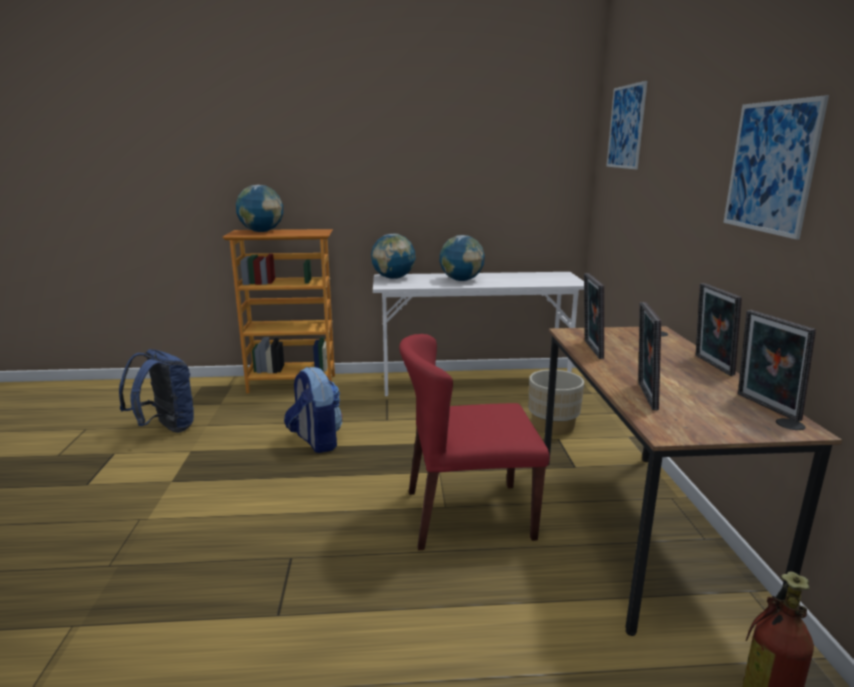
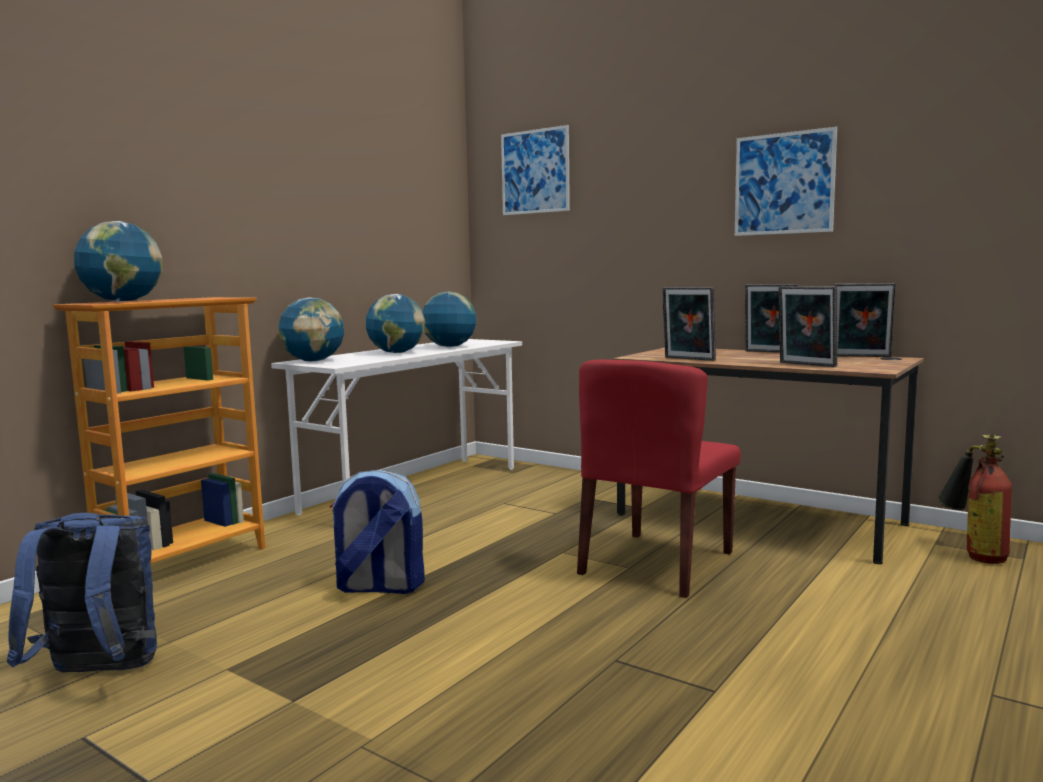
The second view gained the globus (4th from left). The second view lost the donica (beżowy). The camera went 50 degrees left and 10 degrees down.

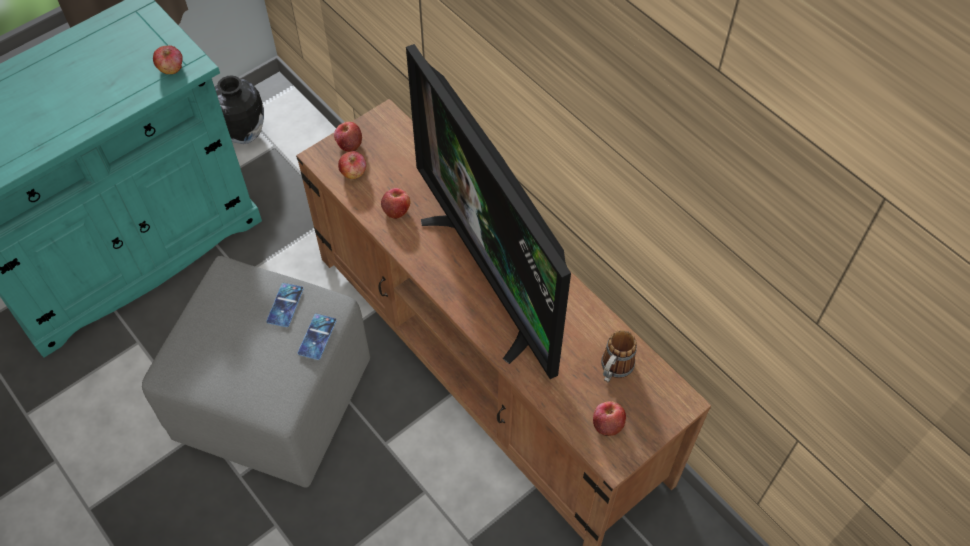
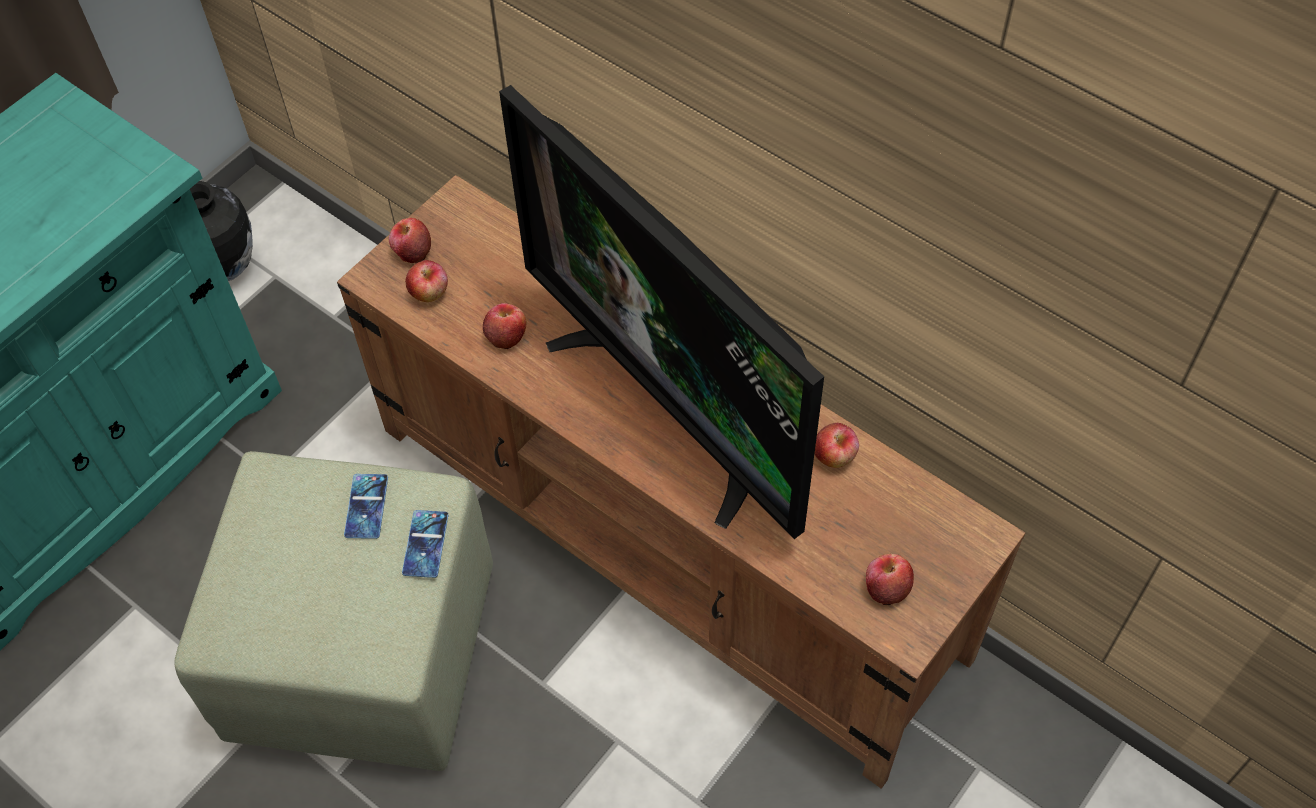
What was the pufa (szary) turned into the pufa (zielony). The jabłko (1st from left in the first image) ended up elsewhere. The second view lost the kubek. The camera went 10 degrees left and 0 degrees up.

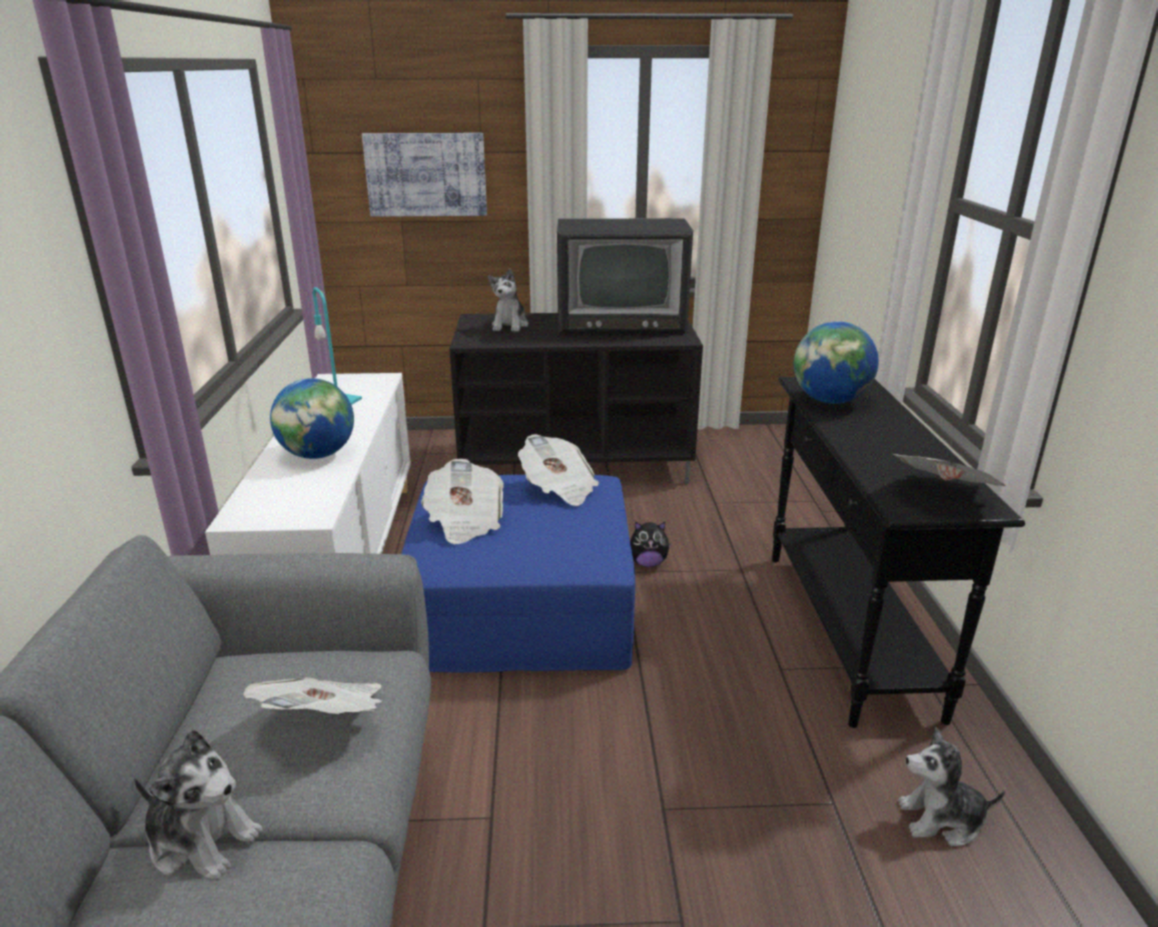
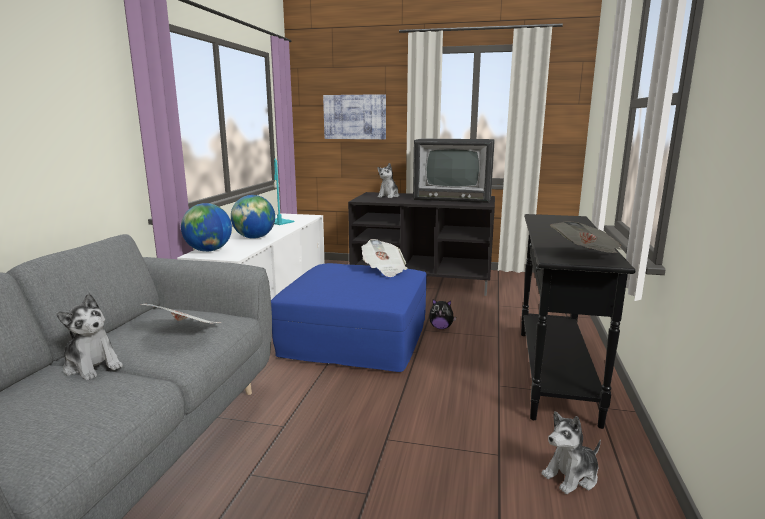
The globus (2nd from left in the first image) ended up elsewhere. The pluszak (4th from left) ended up facing another way, 45 degrees counterclockwise from before. The second view lost the gazeta (2nd from left). The camera went 15 degrees right and 10 degrees down.

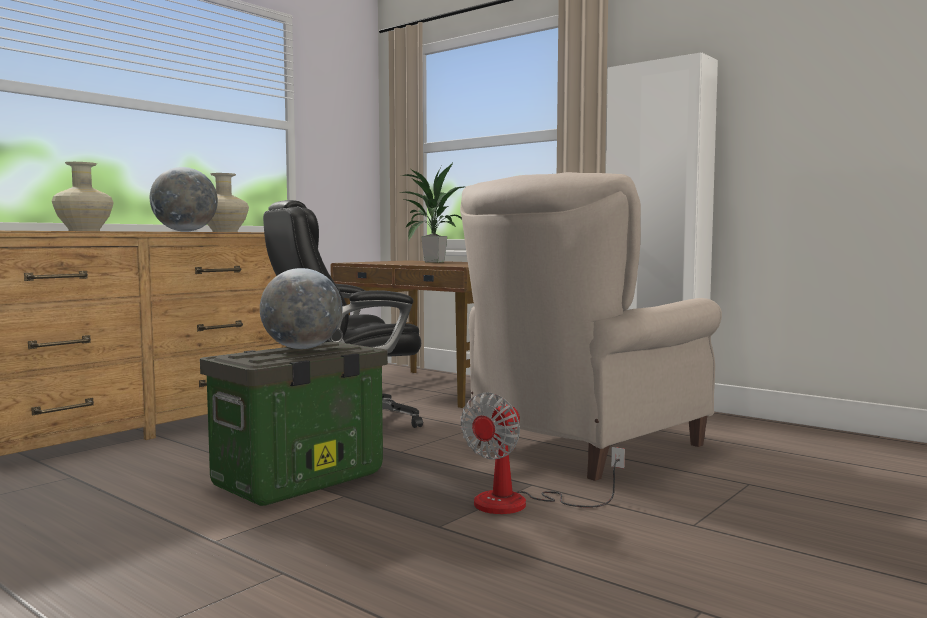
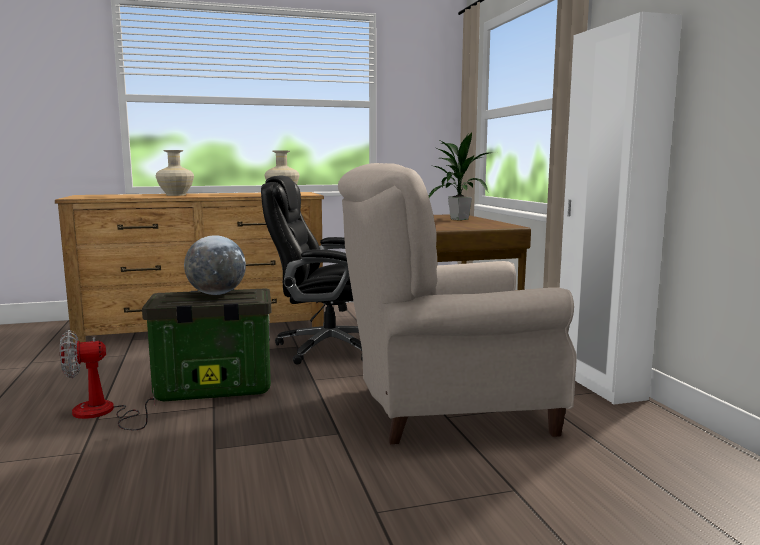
The wentylator ended up elsewhere. The second view lost the globus (1st from left). The camera went 35 degrees right and 5 degrees up.

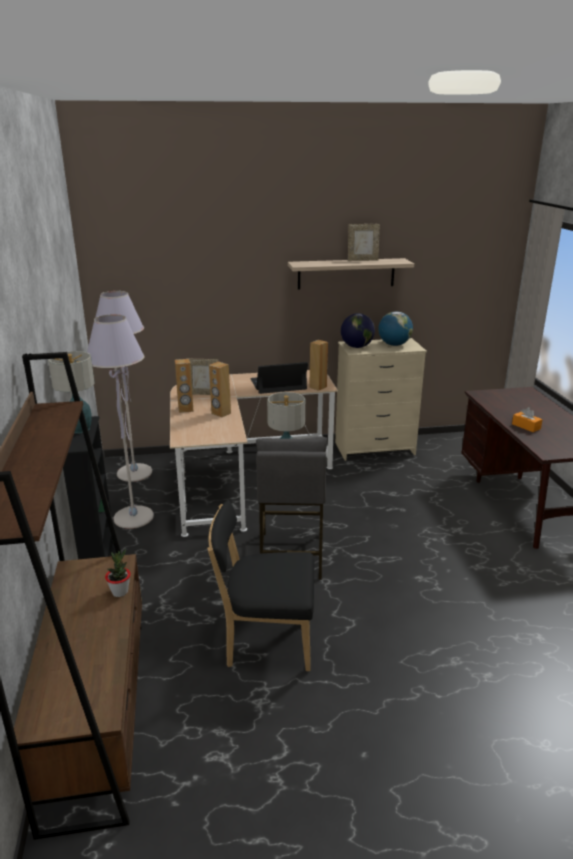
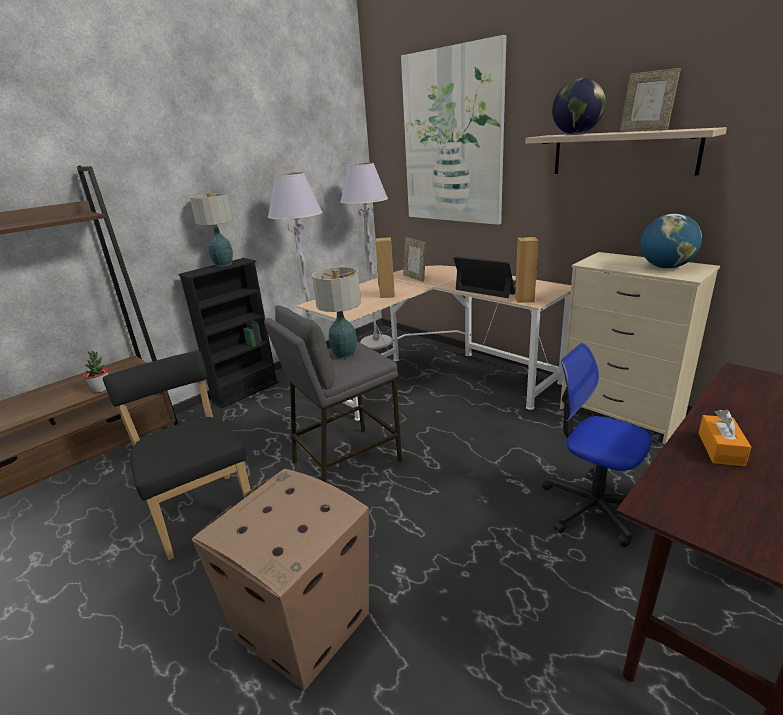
The second view gained the karton. The second view gained the obraz. The second view gained the krzesło biurowe. The globus (1st from left) ended up elsewhere. The second view lost the głośnik (brązowy) (1st from left). The camera went 55 degrees right and 0 degrees up.

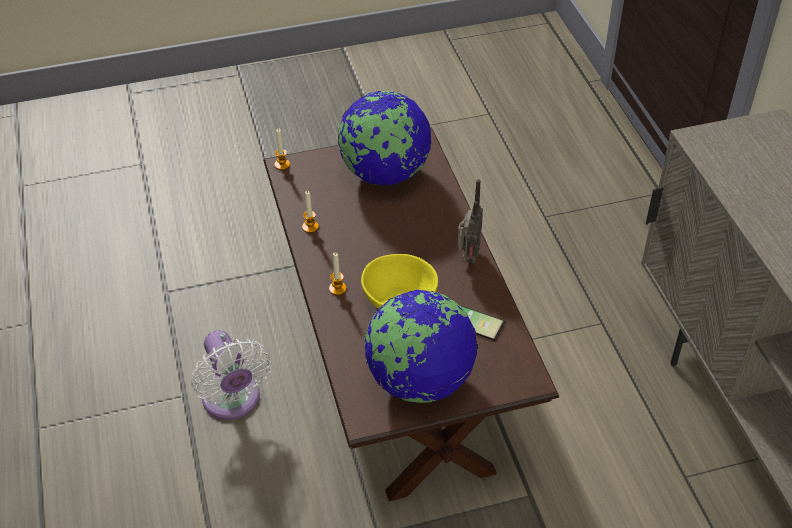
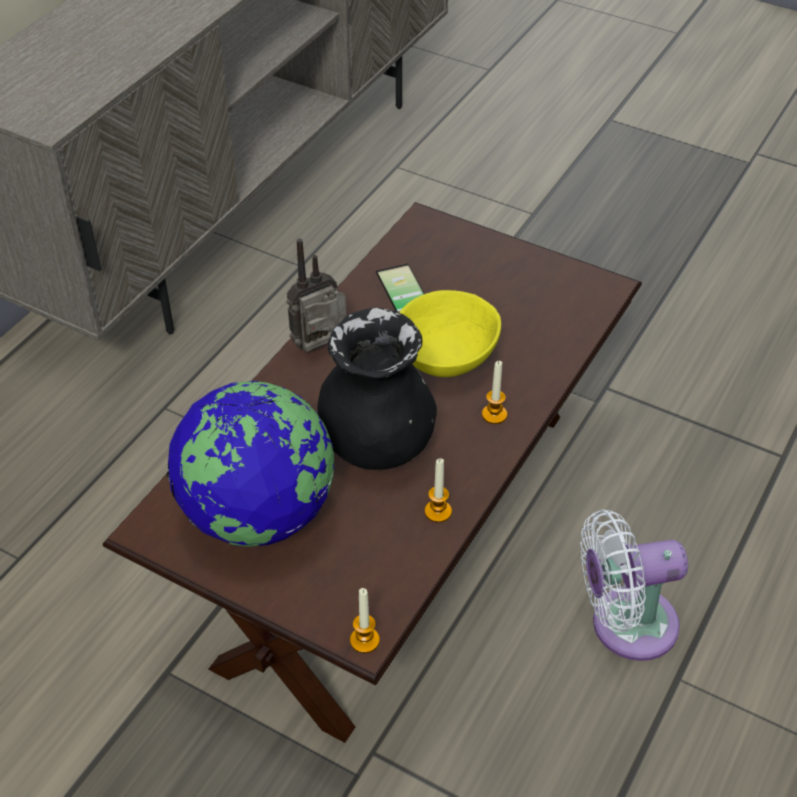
The second view gained the wazon (czarny). The wentylator (biały) ended up facing another way, 120 degrees counterclockwise from before. The second view lost the globus (2nd from left). The camera went 135 degrees left and 0 degrees up.

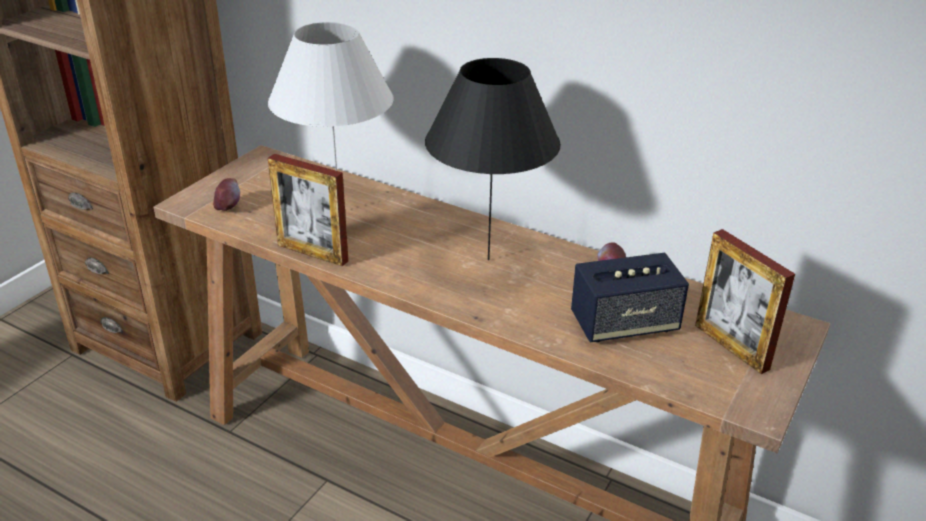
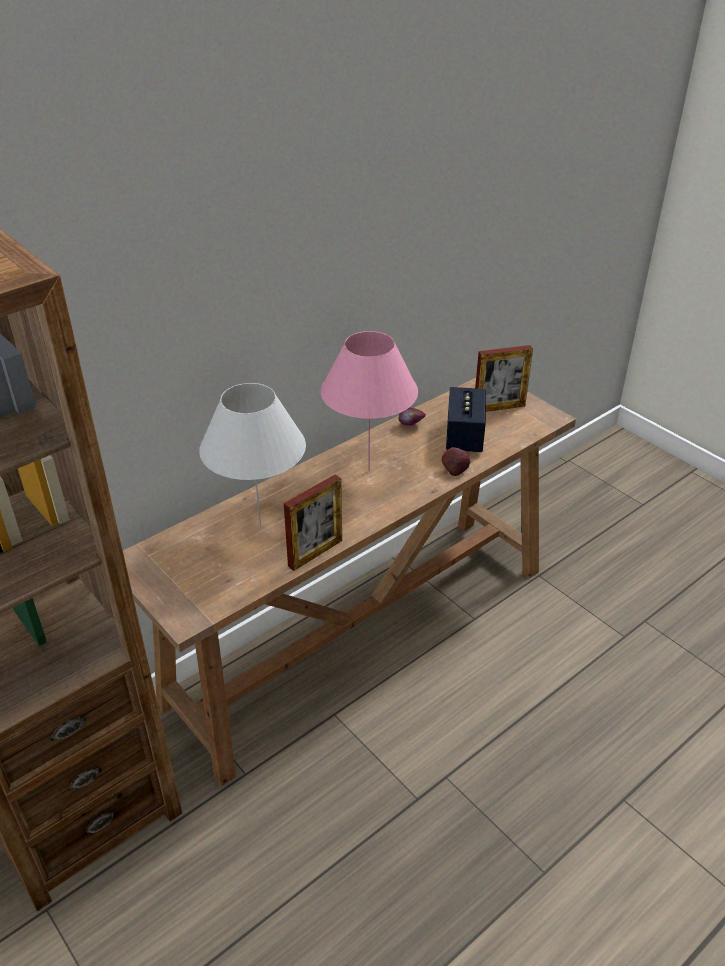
What was the lampa stołowa (czarny) turned into the lampa stołowa (różowy). The jabłko (1st from left in the first image) ended up elsewhere. The camera went 70 degrees left and 5 degrees up.

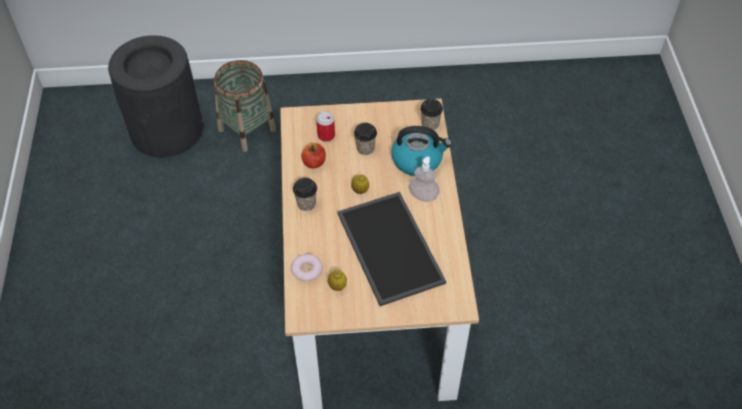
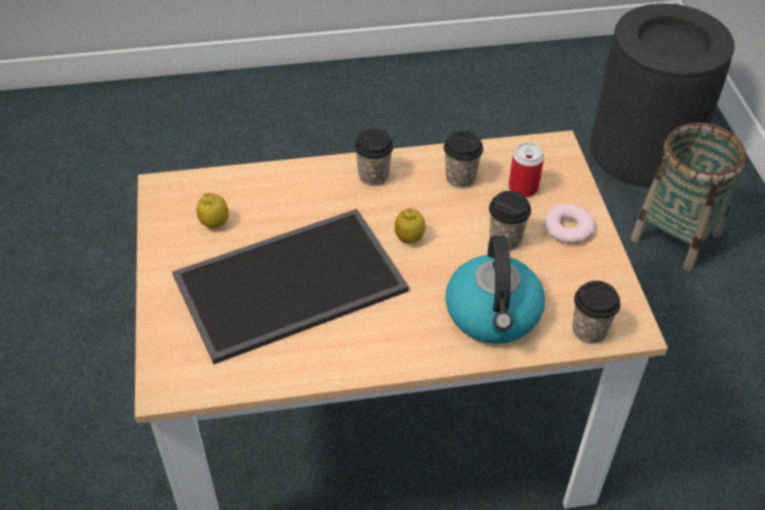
Where the jabłko stood, the filiżanka (2nd from left) came to stand. The donut ended up elsewhere. The second view lost the dozownik mydła. The camera went 85 degrees right and 5 degrees down.

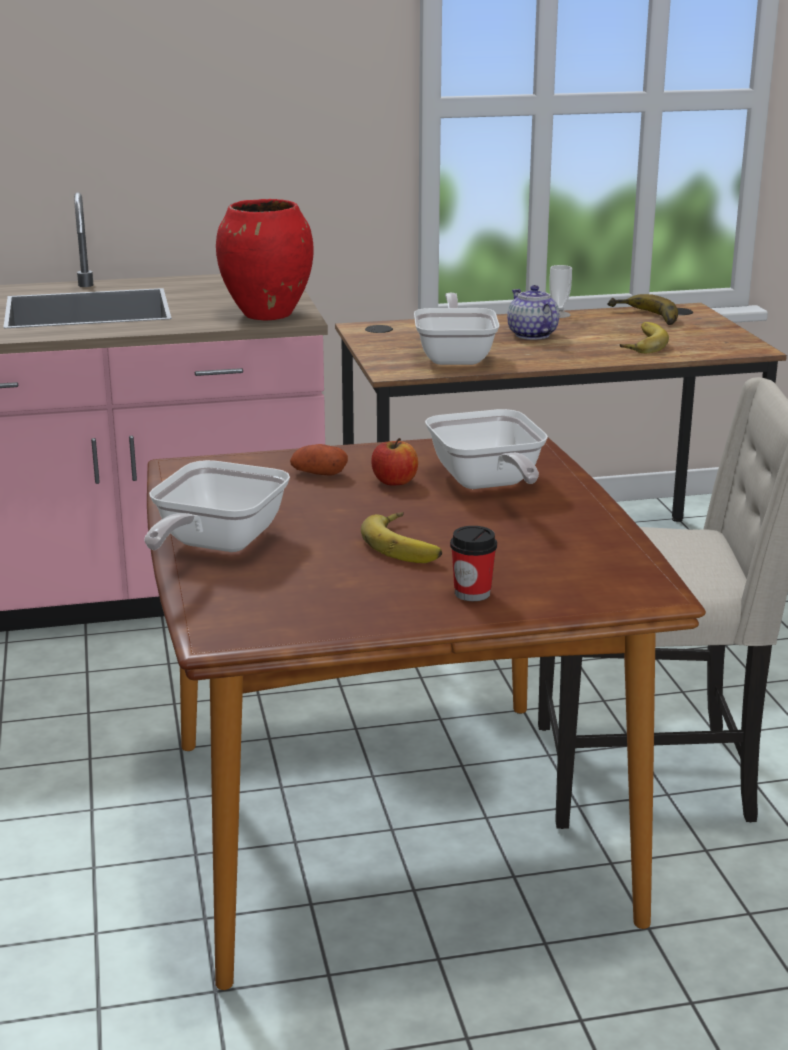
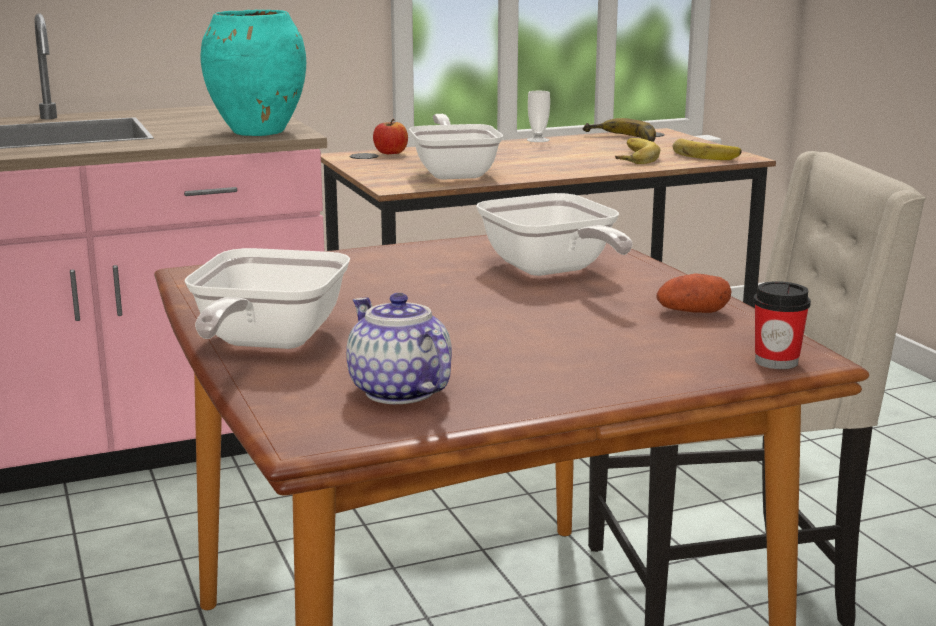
What was the wazon (czerwony) turned into the wazon (turkusowy). The imbryk ended up elsewhere. The jabłko ended up elsewhere. The ziemniak ended up elsewhere. The banan (1st from left in the first image) ended up elsewhere. The filiżanka (1st from left in the first image) ended up elsewhere. The camera went 10 degrees left and 5 degrees down.

